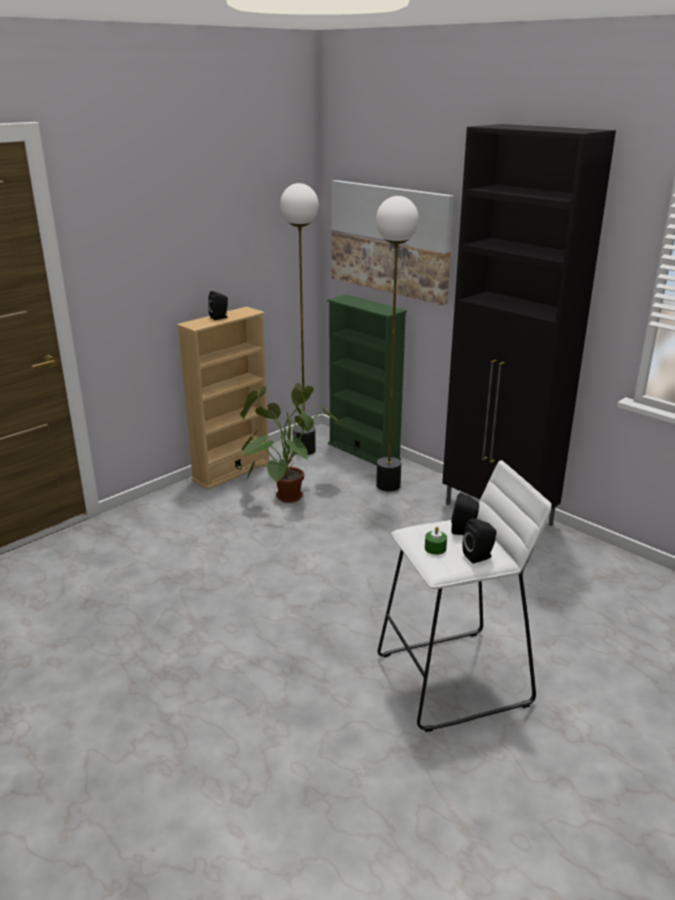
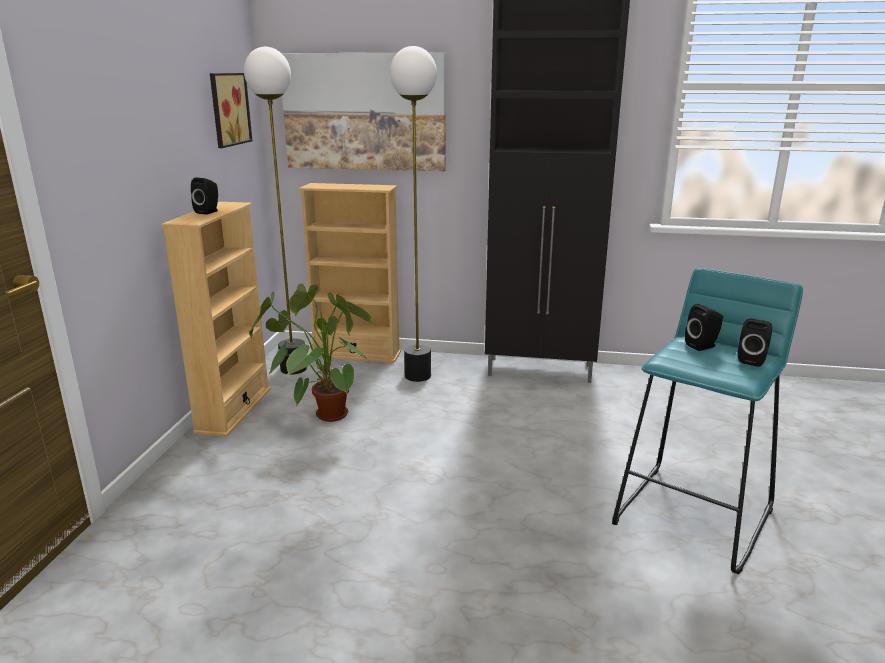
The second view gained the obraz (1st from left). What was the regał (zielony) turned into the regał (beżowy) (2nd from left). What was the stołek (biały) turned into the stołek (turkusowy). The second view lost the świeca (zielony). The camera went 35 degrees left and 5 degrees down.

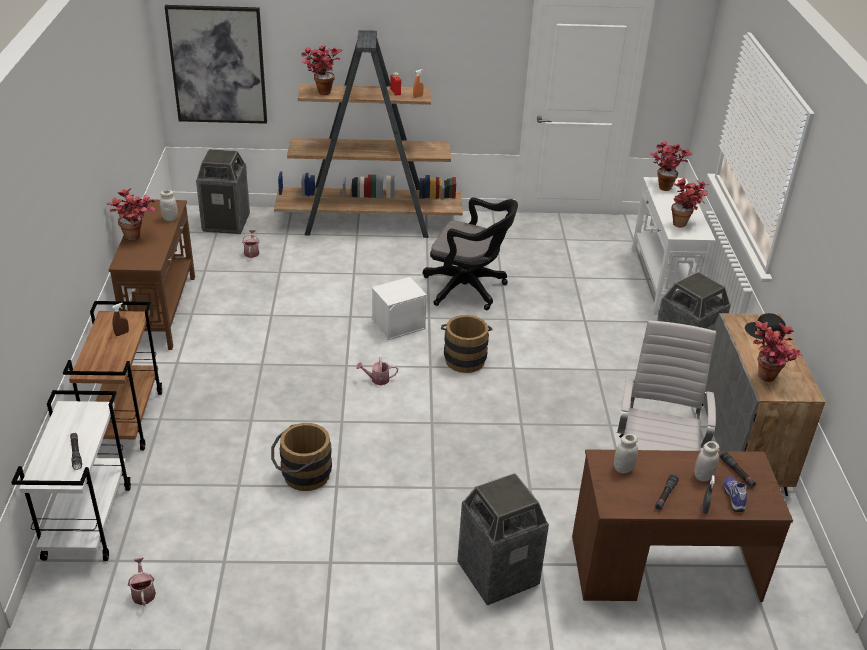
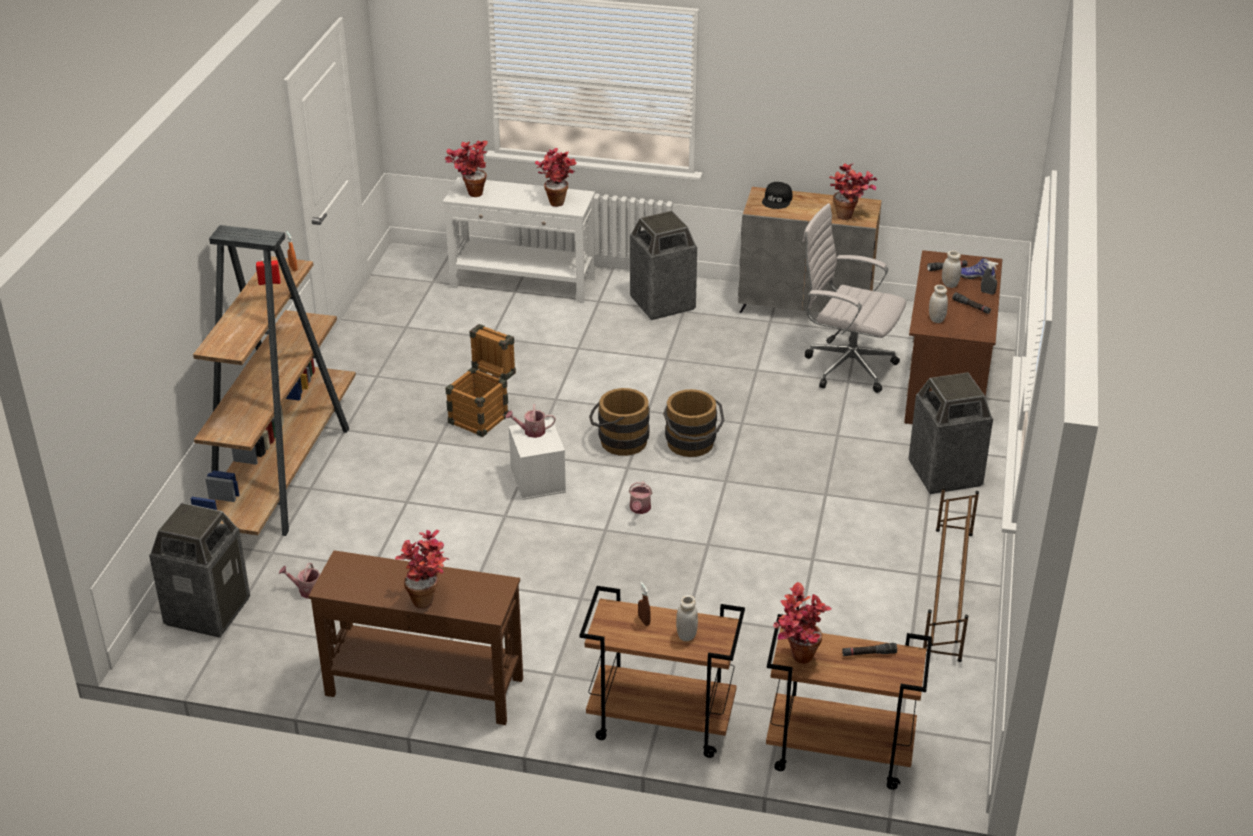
Where the krzesło biurowe (czarny) stood, the skrzynka came to stand. The konewka (1st from left in the first image) ended up elsewhere. The wiadro (brązowy) (1st from left in the first image) ended up elsewhere. The słoik (biały) (1st from left) ended up elsewhere. What was the wózek (biały) turned into the wózek (brązowy) (2nd from left). The roślina doniczkowa (2nd from left in the first image) ended up elsewhere. The second view gained the regał na buty (brązowy). The second view lost the obraz. The camera went 75 degrees left and 0 degrees up.

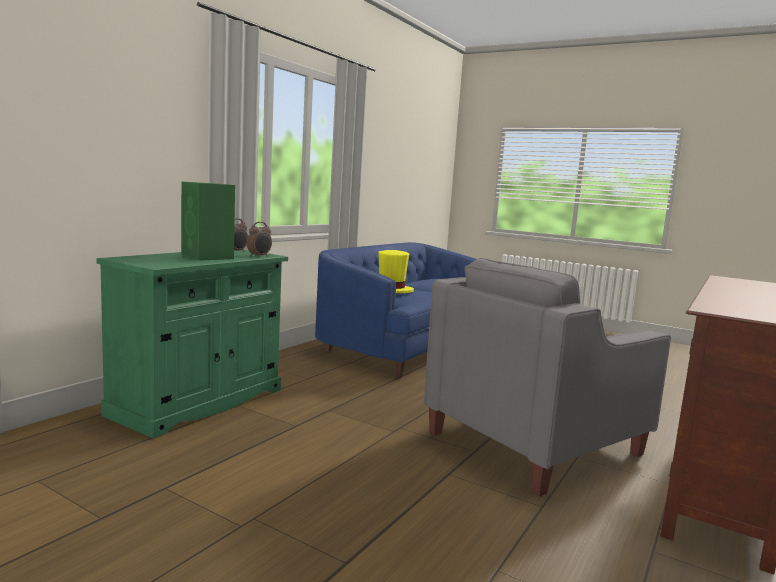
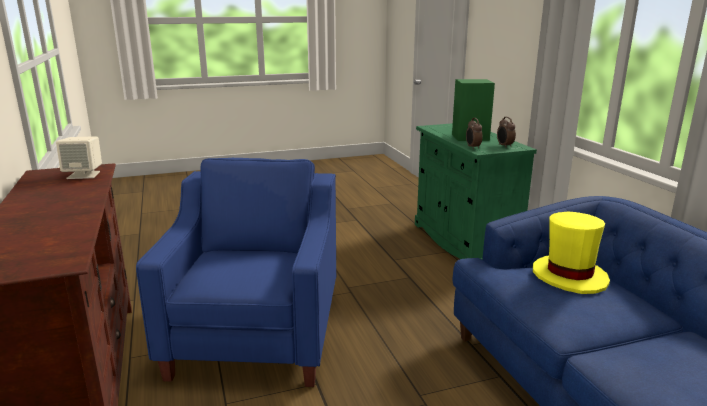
The second view gained the głośnik (beżowy). What was the fotel (szary) turned into the fotel (niebieski). The camera went 130 degrees right and 10 degrees up.

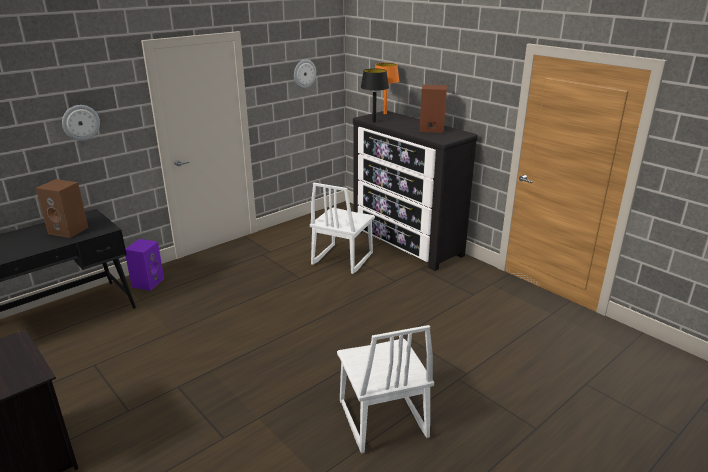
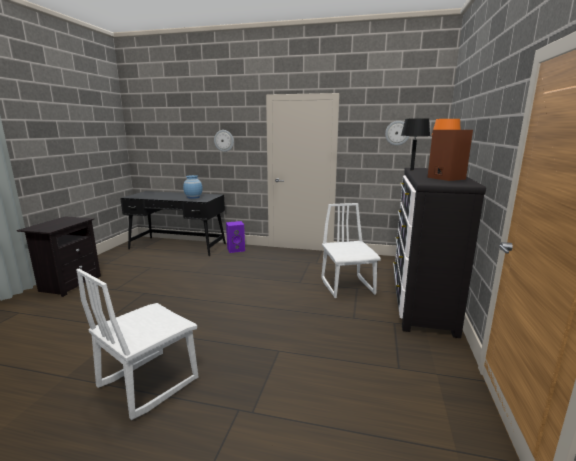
Where the głośnik (brązowy) (1st from left) stood, the wazon (niebieski) came to stand. The krzesło (biały) (1st from left in the first image) ended up facing another way, 90 degrees clockwise from before. The camera went 55 degrees right and 10 degrees down.

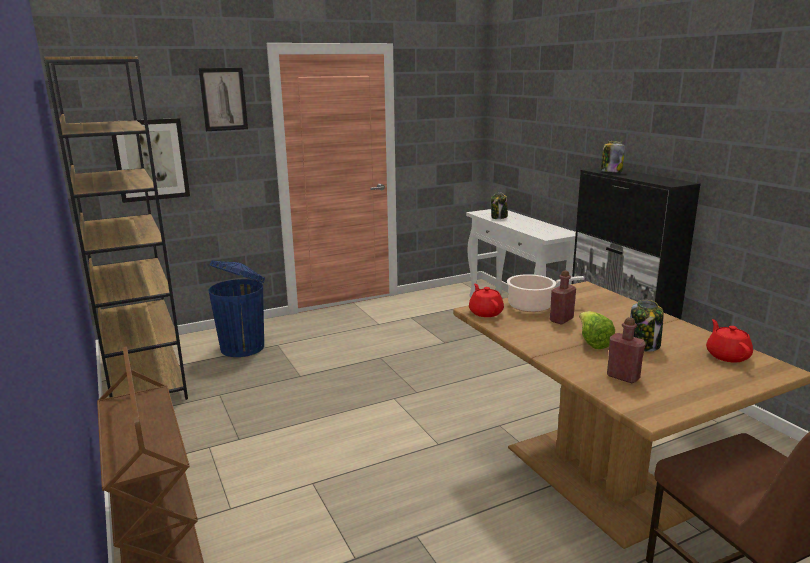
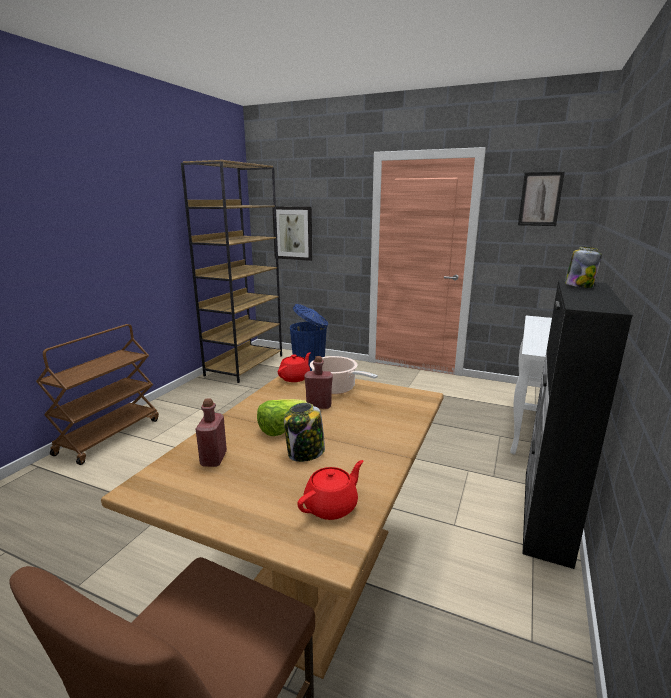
The obraz (2nd from left) ended up elsewhere. The second view lost the słoik (1st from left). The camera went 50 degrees right and 0 degrees up.

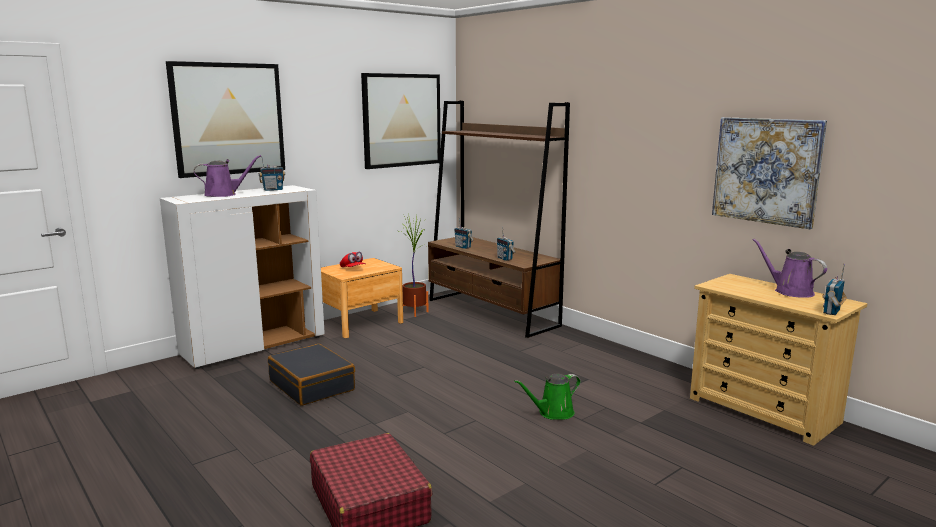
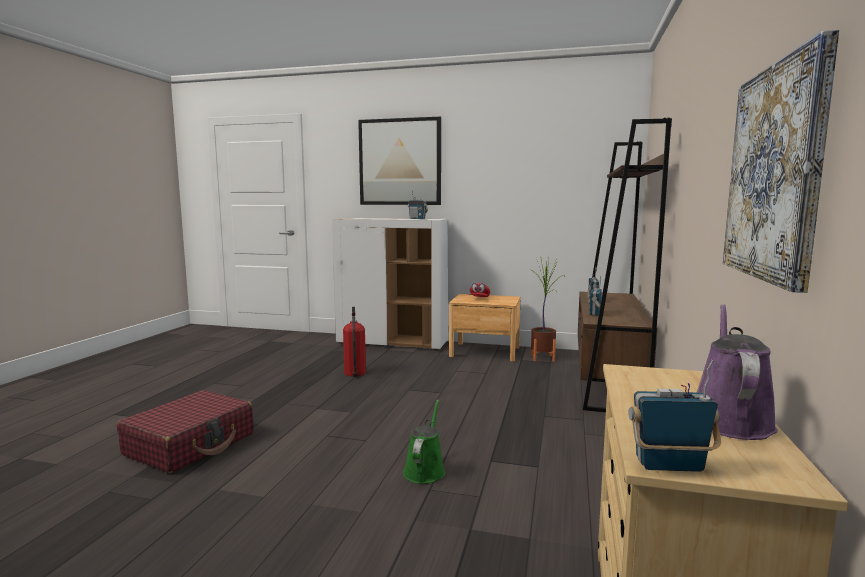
Where the walizka (czarny) stood, the gaśnica came to stand. The konewka (zielony) ended up facing another way, 75 degrees clockwise from before. The second view lost the konewka (fioletowy) (1st from left). The second view lost the obraz (2nd from left). The camera went 55 degrees right and 5 degrees down.

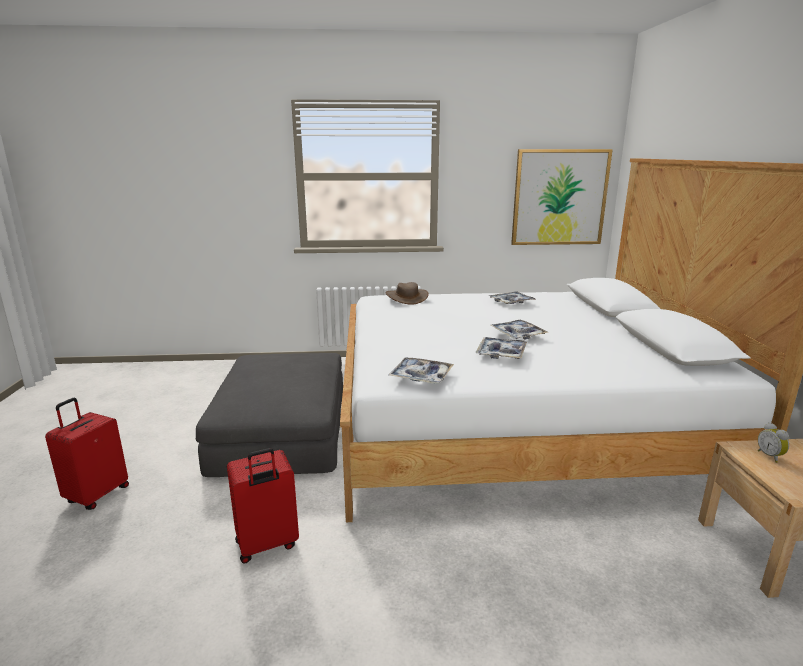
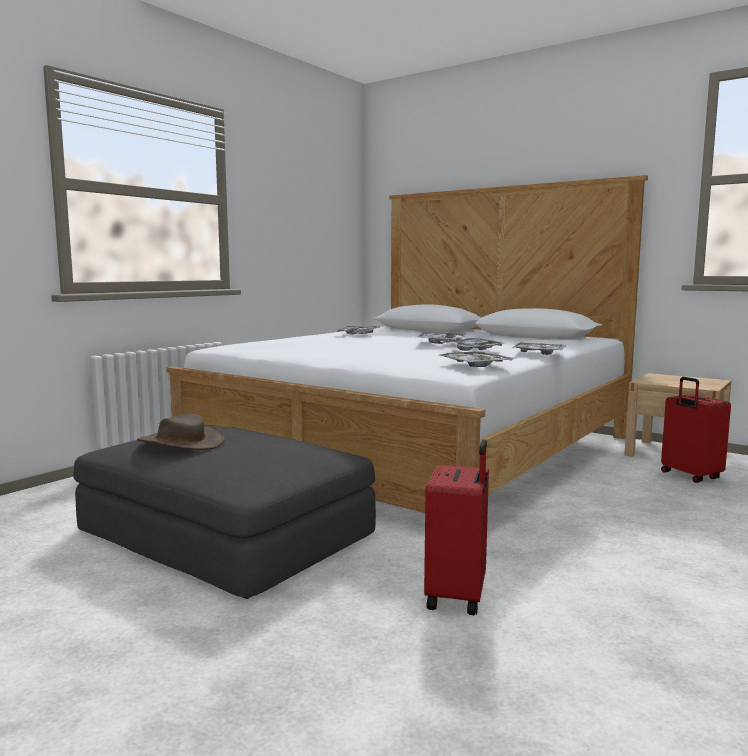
The kapelusz (brązowy) ended up elsewhere. The second view gained the taca (5th from left). The walizka (czerwony) (1st from left in the first image) ended up elsewhere. The second view lost the obraz. The second view lost the budzik. The camera went 50 degrees left and 10 degrees down.

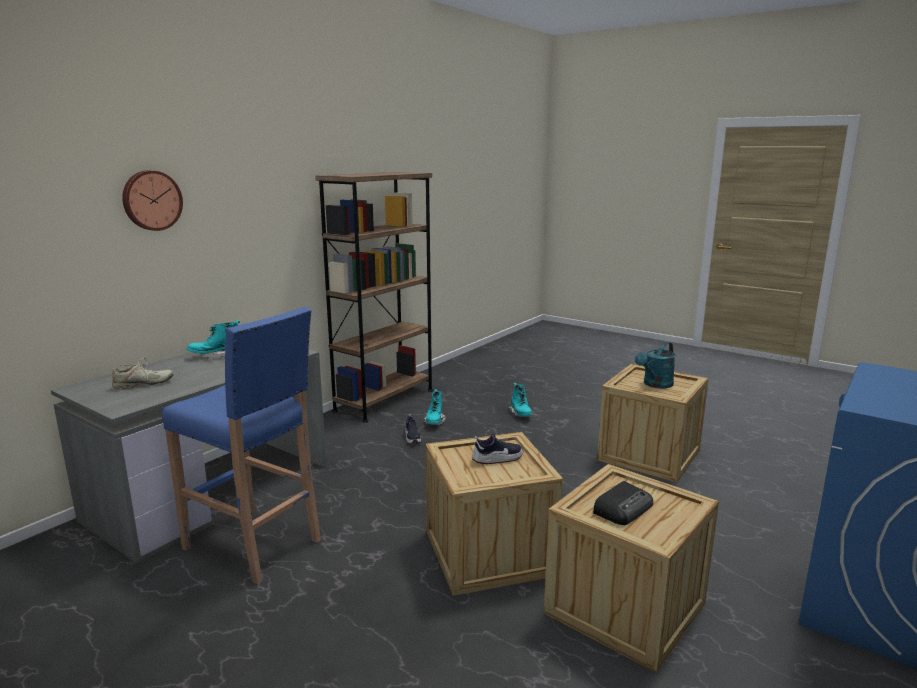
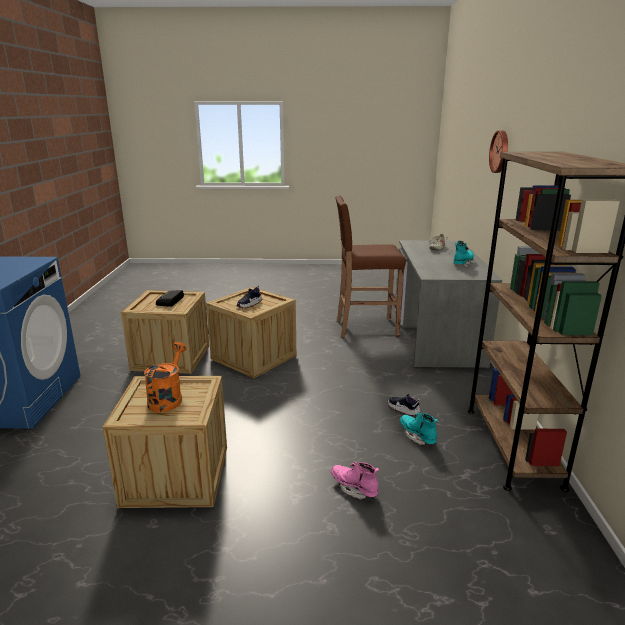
What was the konewka (turkusowy) turned into the konewka (pomarańczowy). What was the but z cholewką (turkusowy) (3rd from left) turned into the but z cholewką (różowy). What was the stołek (niebieski) turned into the stołek (brązowy). The camera went 145 degrees right and 5 degrees up.

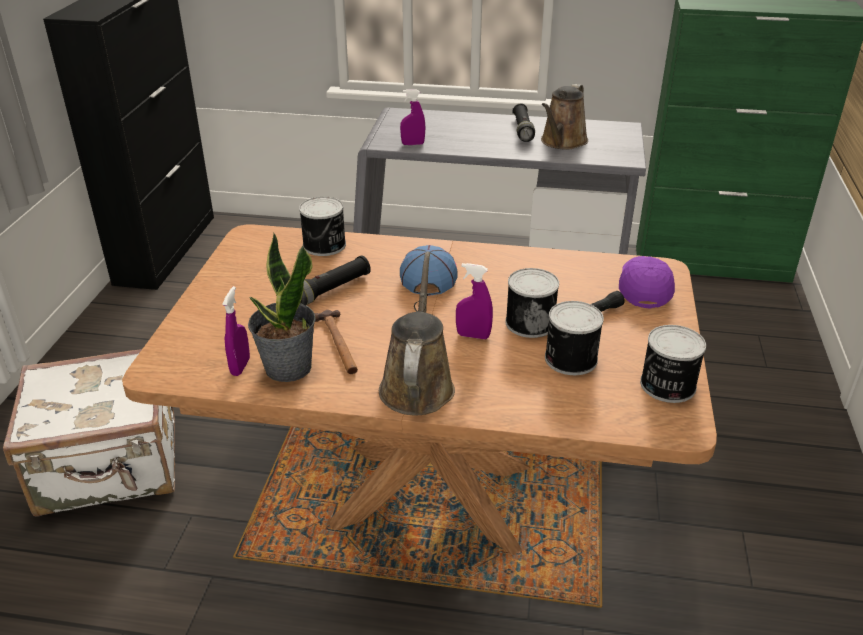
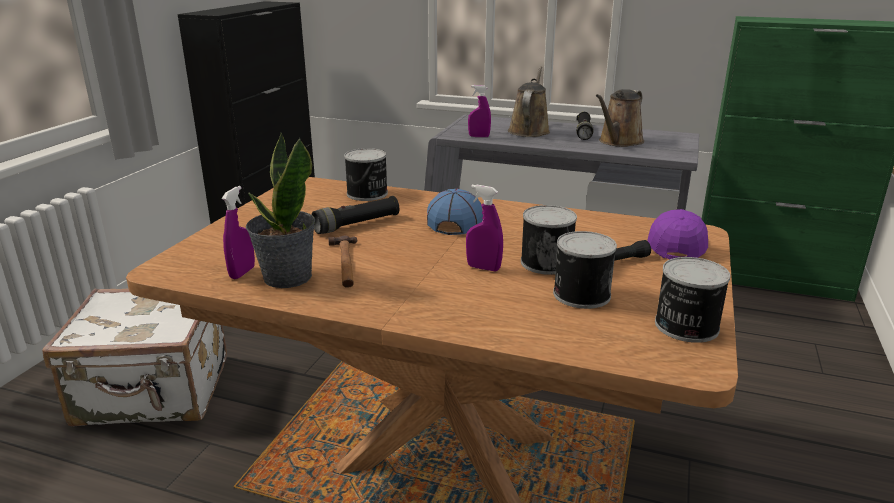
The konewka (brązowy) (1st from left) ended up elsewhere. The camera went 10 degrees right and 10 degrees down.

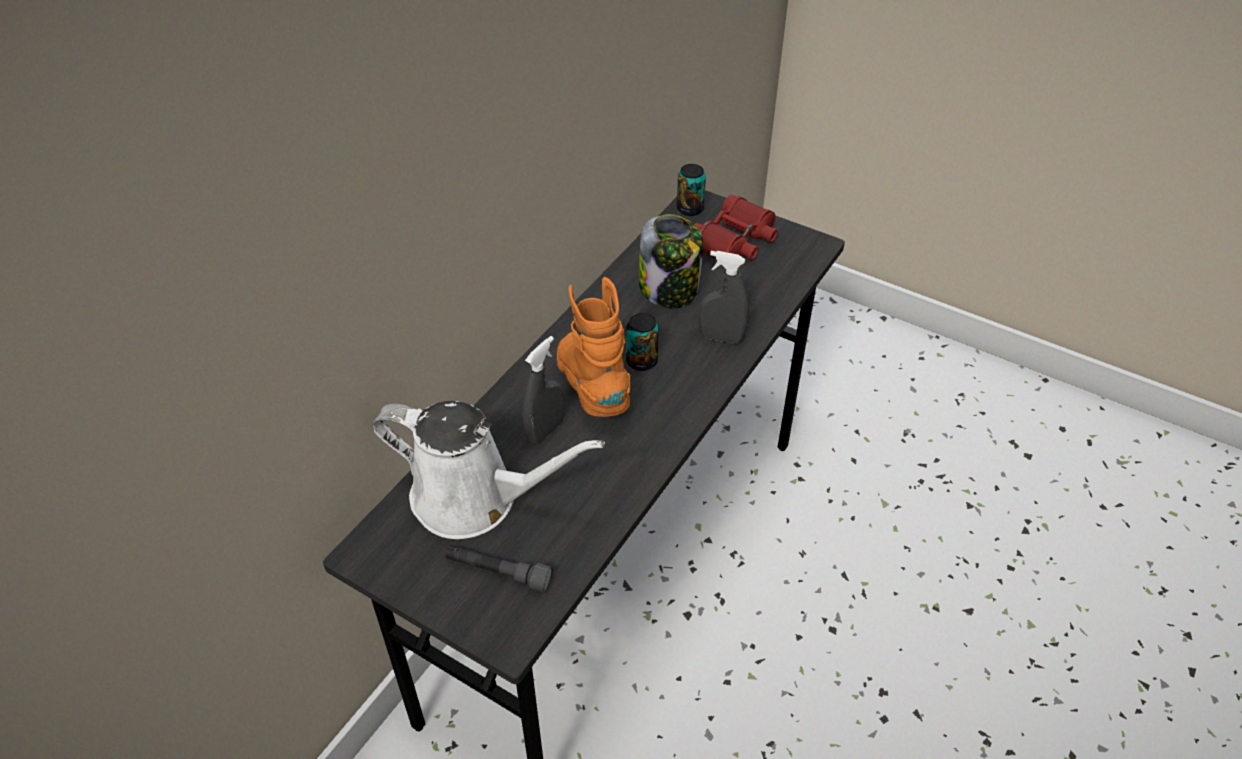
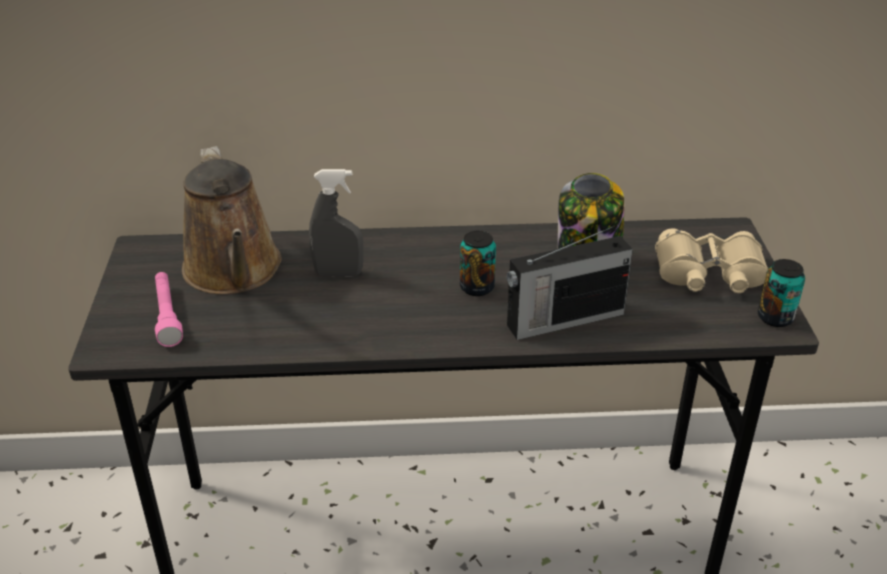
What was the latarka (szary) turned into the latarka (różowy). What was the konewka (biały) turned into the konewka (brązowy). Where the spryskiwacz (szary) (2nd from left) stood, the radio came to stand. What was the lornetka (czerwony) turned into the lornetka (beżowy). The puszka (2nd from left) ended up elsewhere. The second view lost the but z cholewką (pomarańczowy). The camera went 55 degrees right and 10 degrees down.

